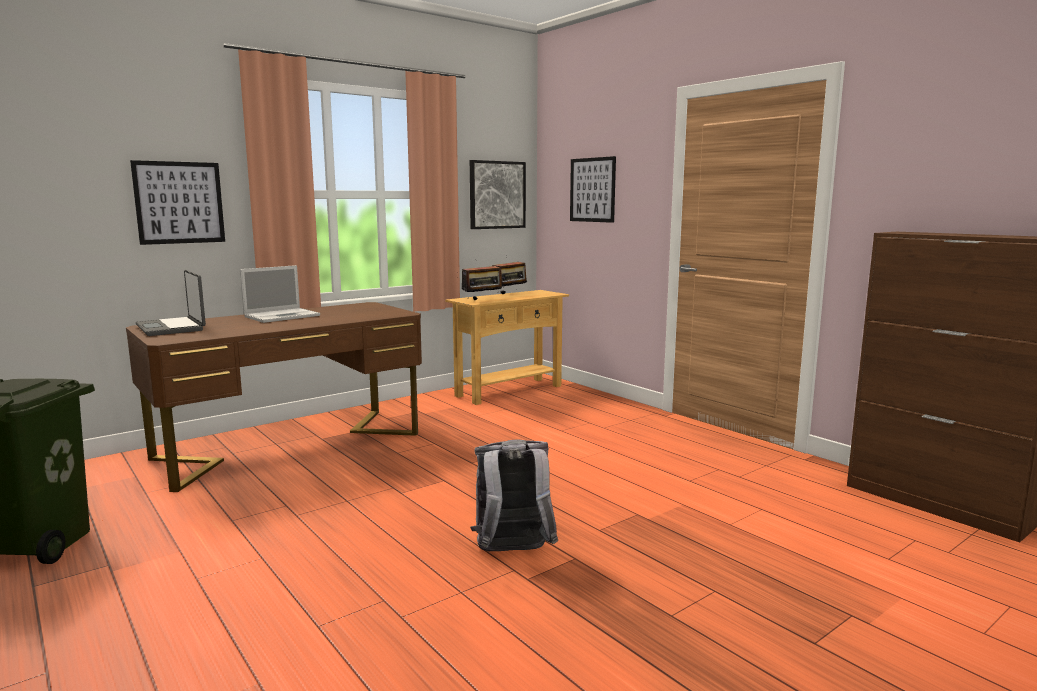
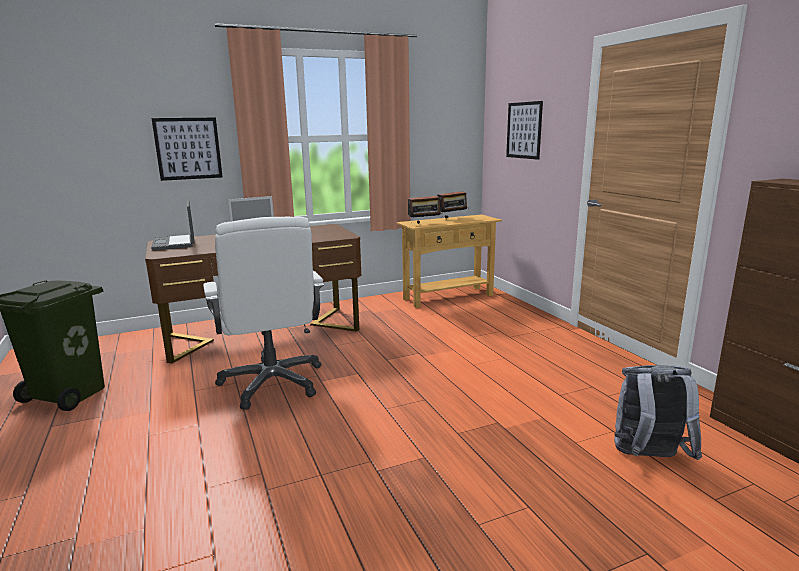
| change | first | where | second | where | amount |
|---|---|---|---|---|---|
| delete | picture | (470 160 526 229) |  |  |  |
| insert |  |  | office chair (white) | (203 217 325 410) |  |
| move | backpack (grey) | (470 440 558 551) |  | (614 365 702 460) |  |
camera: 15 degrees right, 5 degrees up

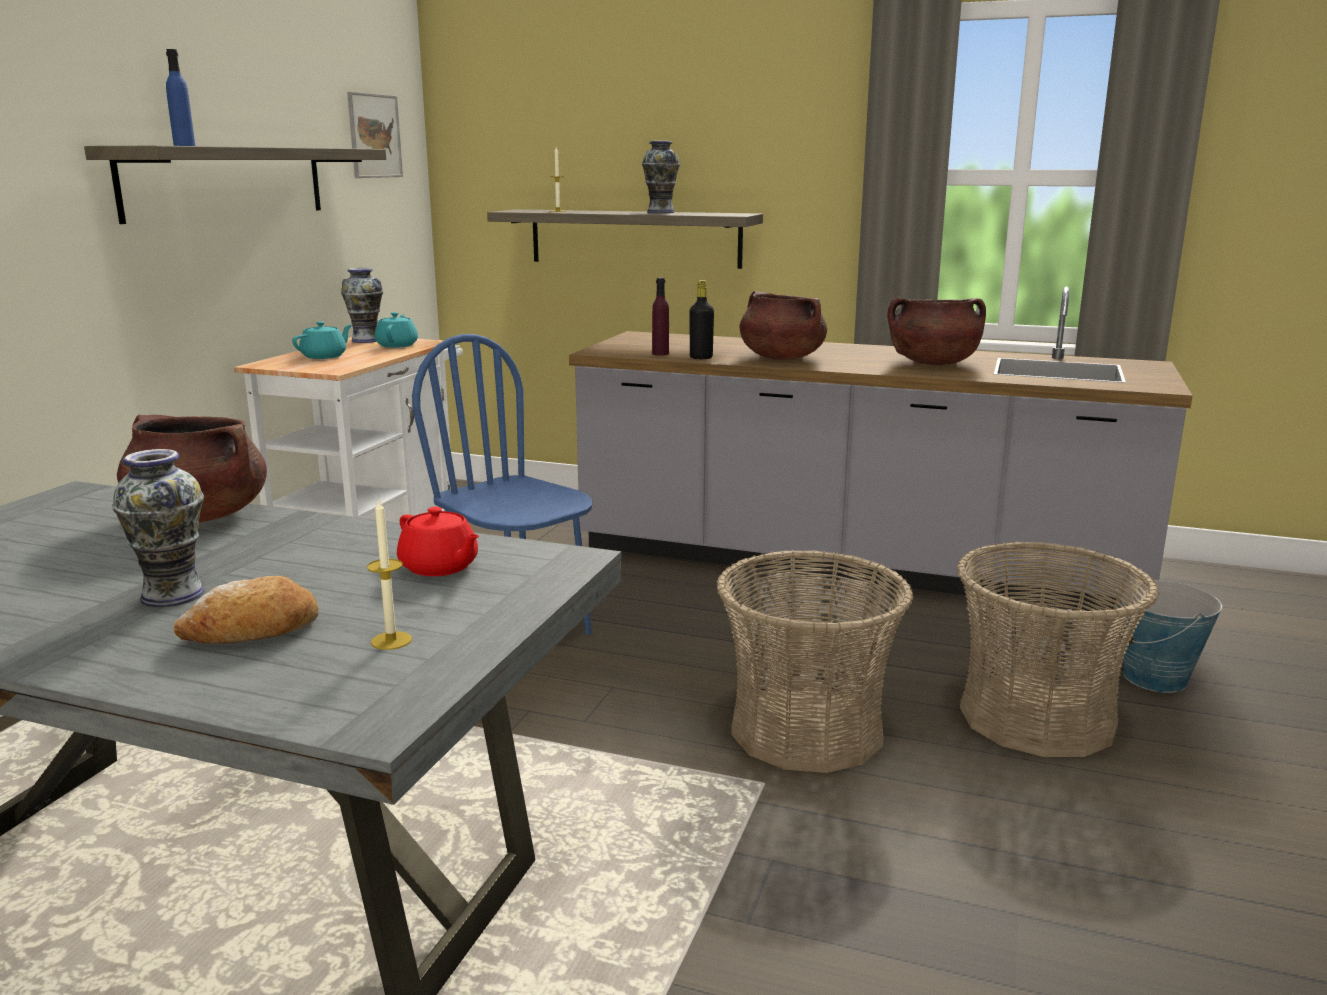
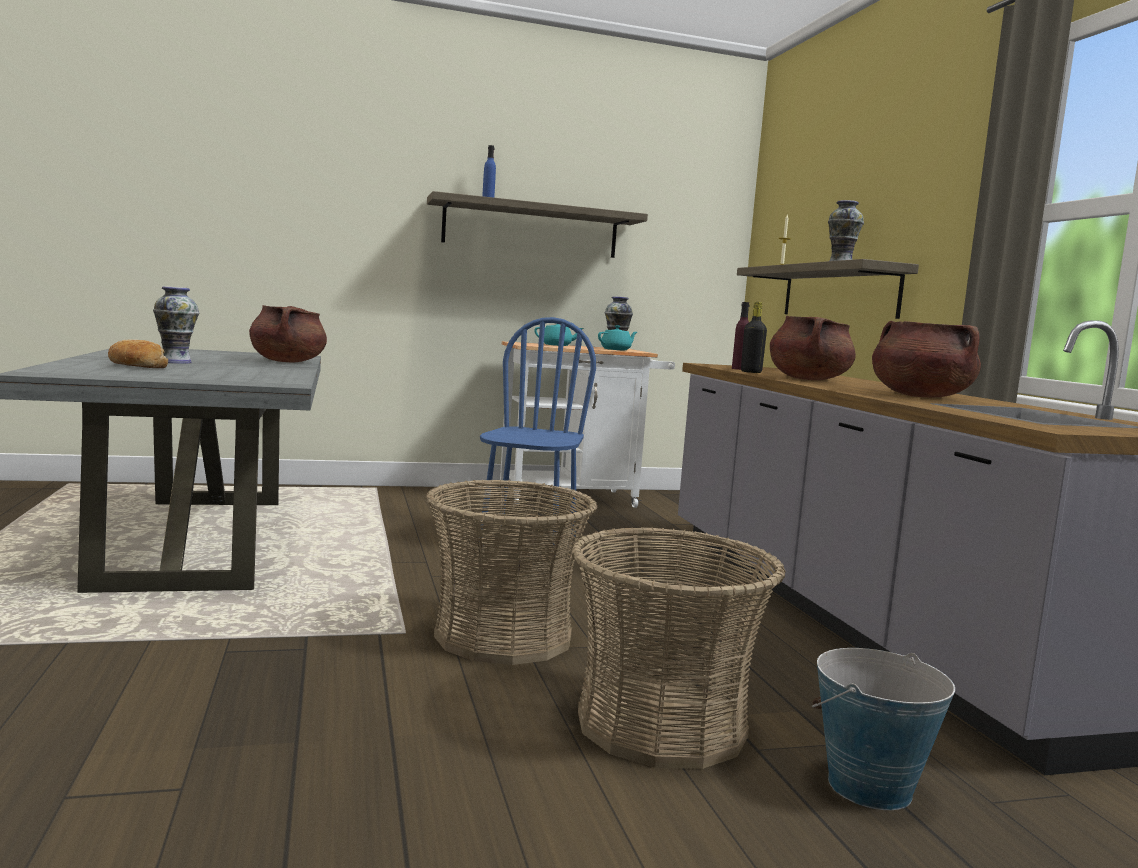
| change | first | where | second | where | amount |
|---|---|---|---|---|---|
| delete | picture | (347 92 403 178) |  |  |  |
| delete | candle | (367 498 412 650) |  |  |  |
| delete | teapot (red) | (397 507 479 576) |  |  |  |
camera: 55 degrees right, 10 degrees down

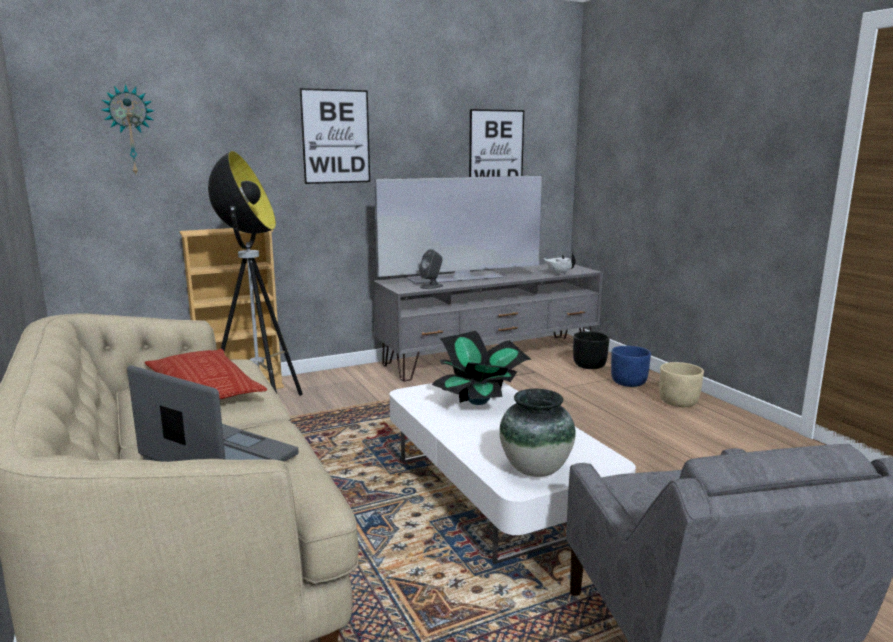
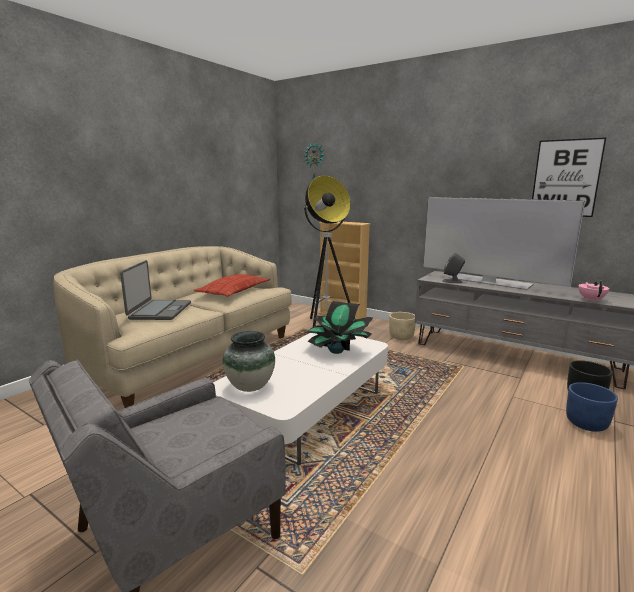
| change | first | where | second | where | amount |
|---|---|---|---|---|---|
| delete | picture | (299 88 370 184) |  |  |  |
| move | planter (beige) | (659 362 704 407) |  | (389 312 416 340) |  |
| recolor | teapot (white) | (543 253 576 275) | teapot (pink) | (578 281 610 302) |  |
camera: 60 degrees right, 0 degrees up

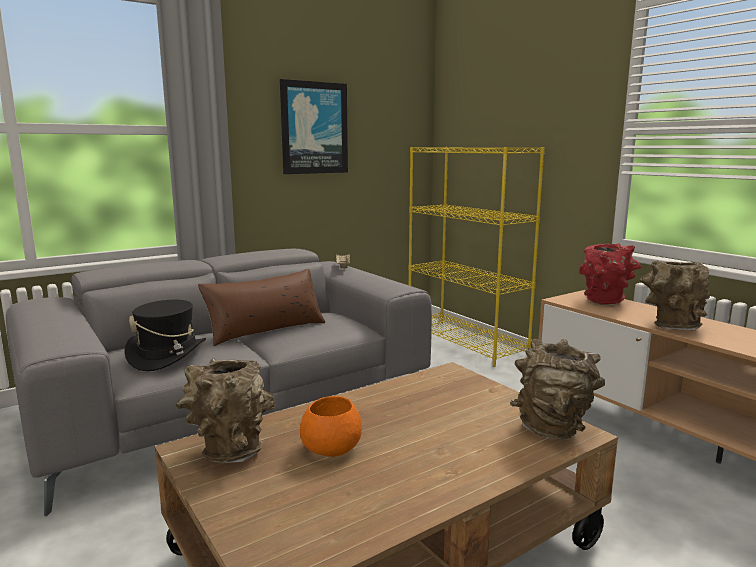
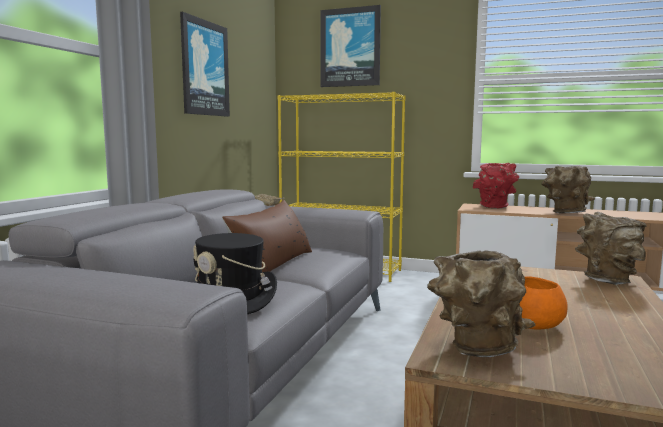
| change | first | where | second | where | amount |
|---|---|---|---|---|---|
| insert |  |  | picture | (320 5 381 87) |  |
camera: 35 degrees left, 5 degrees down

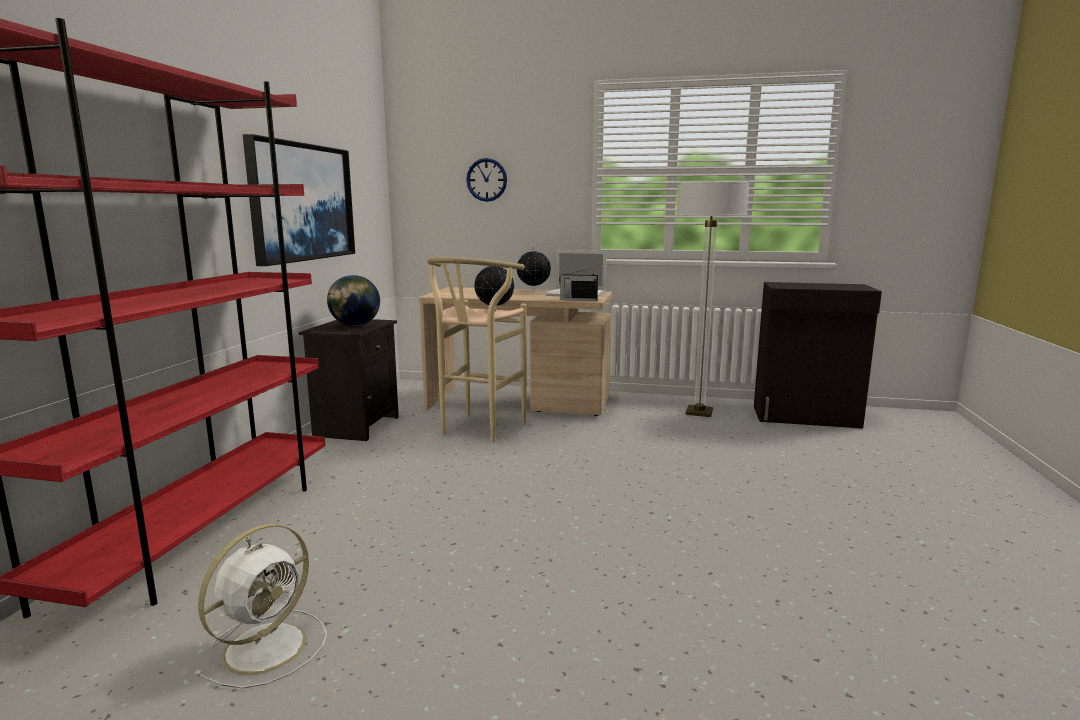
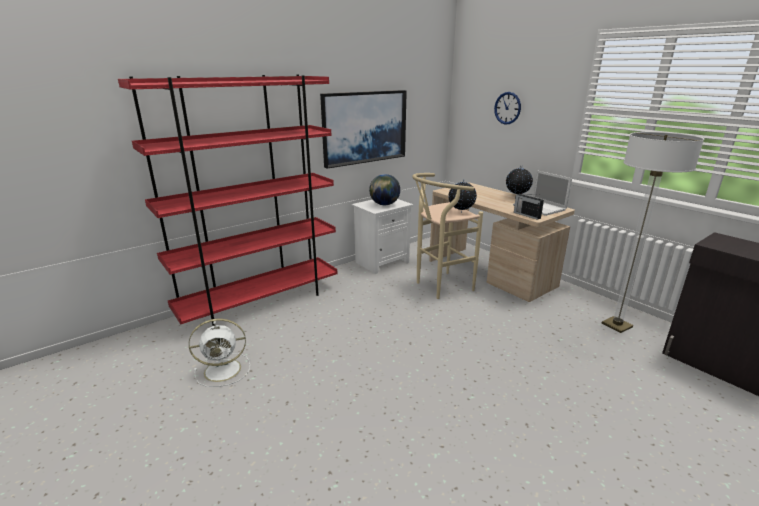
| change | first | where | second | where | amount |
|---|---|---|---|---|---|
| recolor | nightstand (black) | (299 319 399 441) | nightstand (white) | (351 199 413 274) |  |
camera: 40 degrees right, 10 degrees up

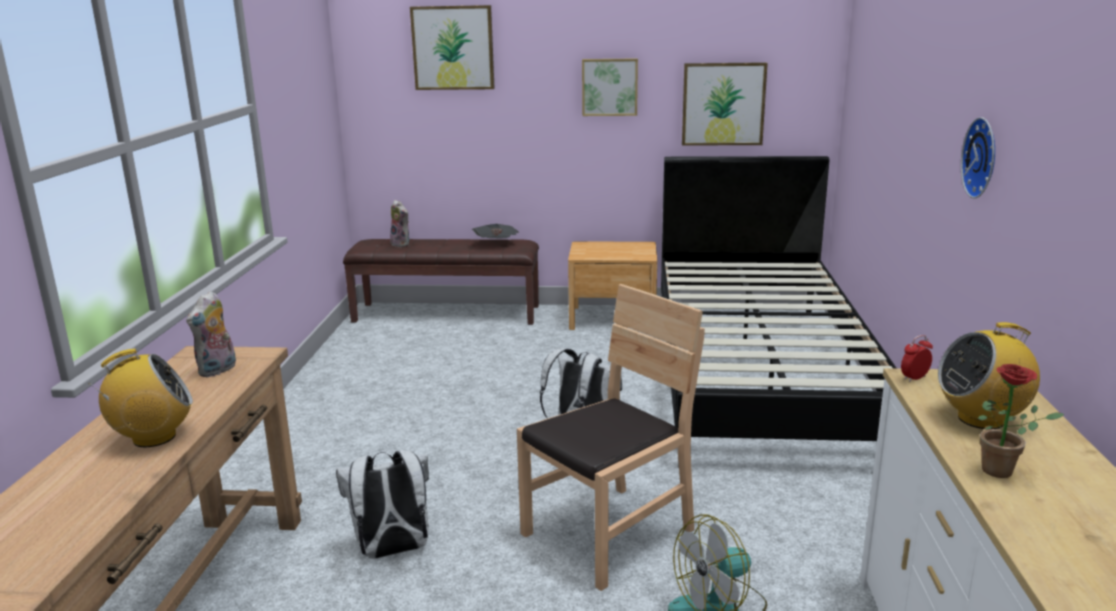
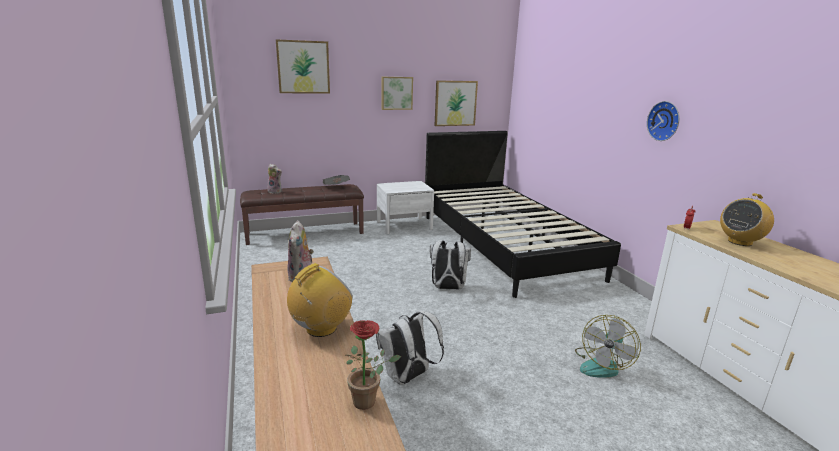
| change | first | where | second | where | amount |
|---|---|---|---|---|---|
| delete | chair (brown) | (517 284 705 591) |  |  |  |
| move | potted plant | (978 364 1065 478) |  | (345 320 401 410) |  |
| recolor | nightstand (brown) | (568 241 657 330) | nightstand (white) | (377 181 434 234) |  |
camera: 25 degrees left, 0 degrees up

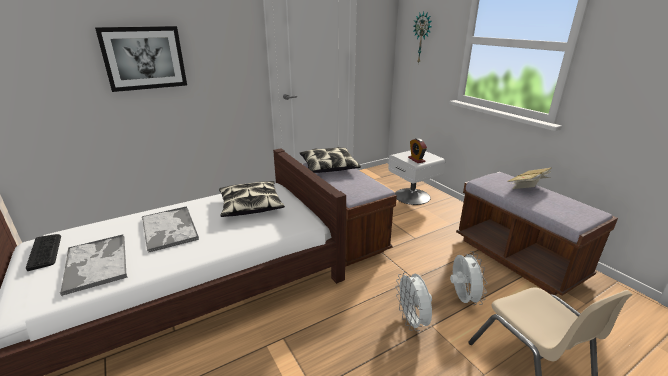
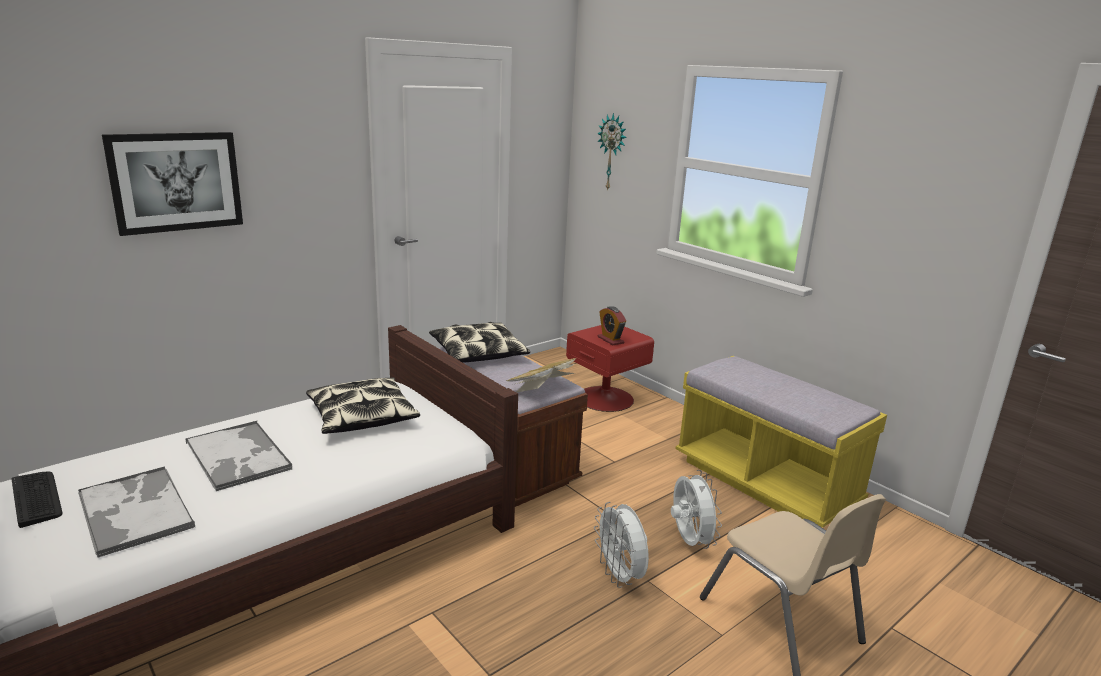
| change | first | where | second | where | amount |
|---|---|---|---|---|---|
| move | book | (507 168 551 189) |  | (506 358 576 393) |  |
| recolor | nightstand (white) | (388 150 445 205) | nightstand (red) | (566 325 654 412) |  |
| recolor | bench (brown) | (456 172 618 296) | bench (yellow) | (676 356 887 528) |  |
camera: 10 degrees left, 5 degrees down

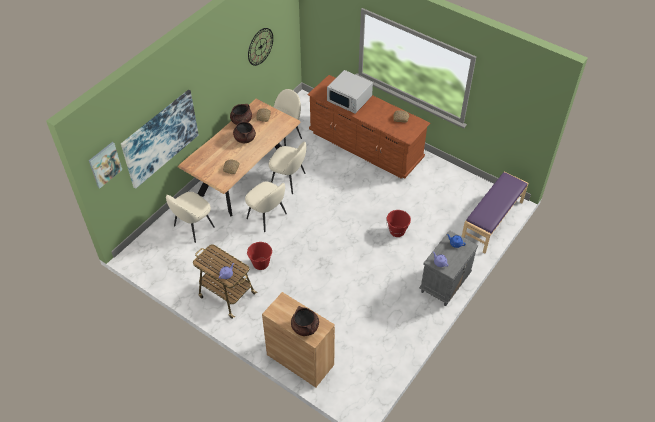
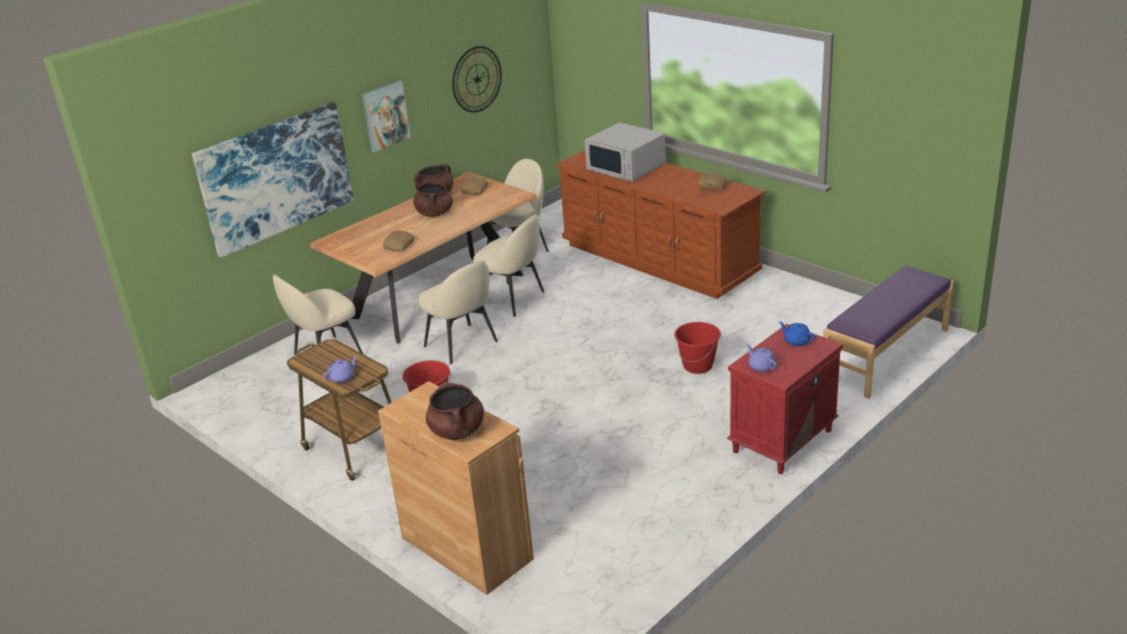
| change | first | where | second | where | amount |
|---|---|---|---|---|---|
| move | picture | (89 142 122 188) |  | (362 81 411 152) |  |
| recolor | nightstand (grey) | (419 230 478 306) | nightstand (red) | (727 324 843 474) |  |
camera: 10 degrees right, 20 degrees down

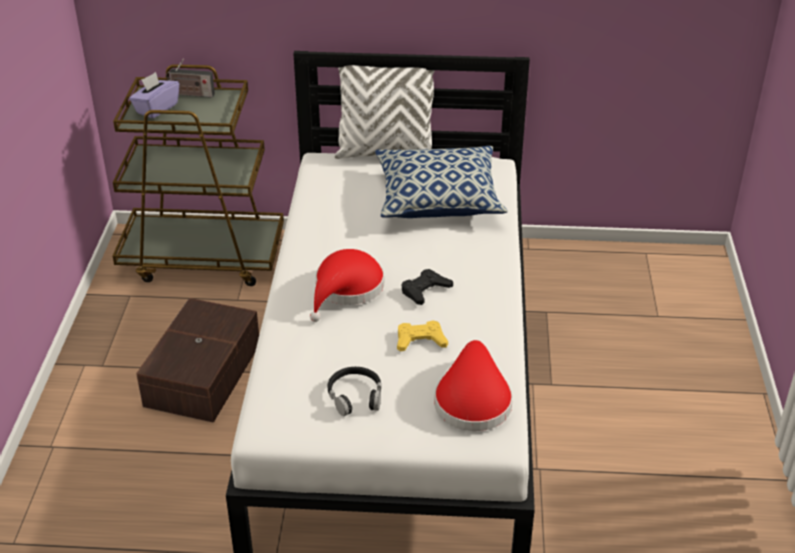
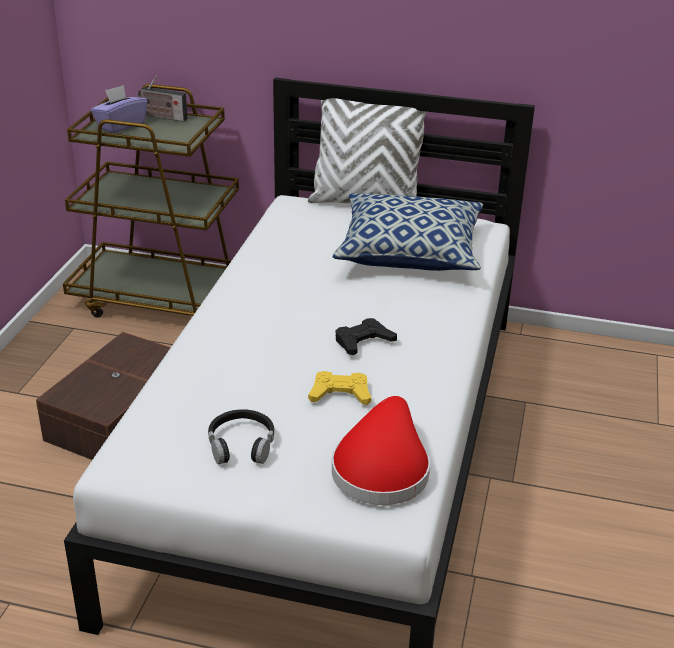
| change | first | where | second | where | amount |
|---|---|---|---|---|---|
| delete | hat (red) | (310 249 384 322) |  |  |  |
camera: 10 degrees right, 5 degrees down

